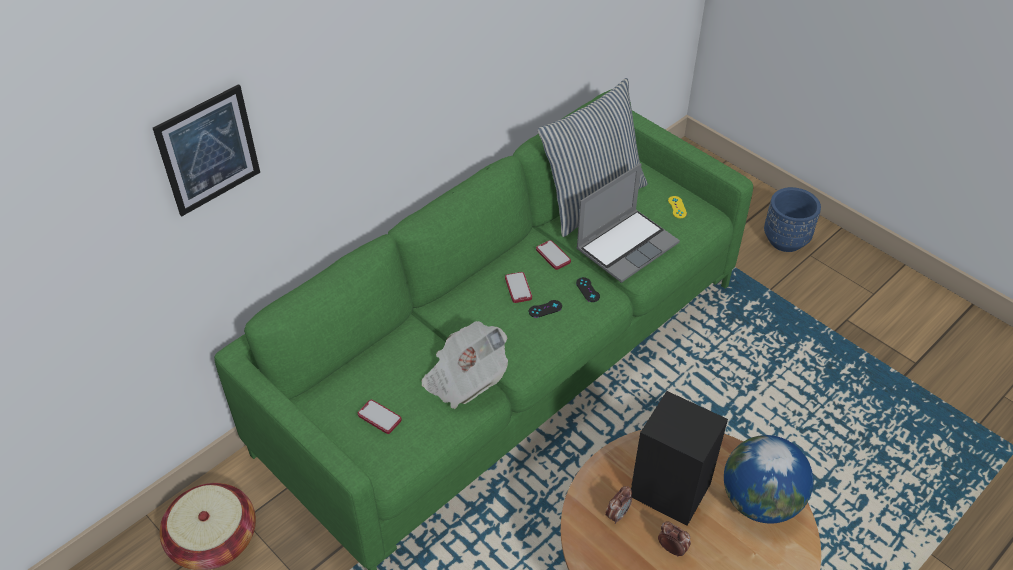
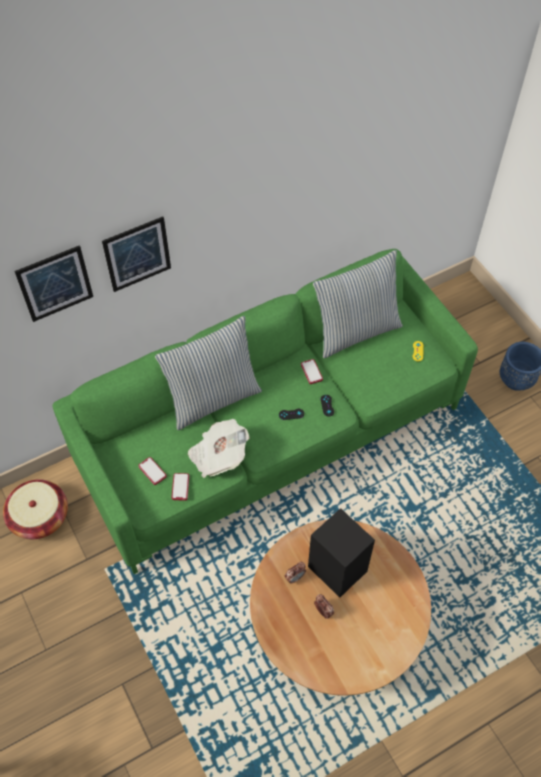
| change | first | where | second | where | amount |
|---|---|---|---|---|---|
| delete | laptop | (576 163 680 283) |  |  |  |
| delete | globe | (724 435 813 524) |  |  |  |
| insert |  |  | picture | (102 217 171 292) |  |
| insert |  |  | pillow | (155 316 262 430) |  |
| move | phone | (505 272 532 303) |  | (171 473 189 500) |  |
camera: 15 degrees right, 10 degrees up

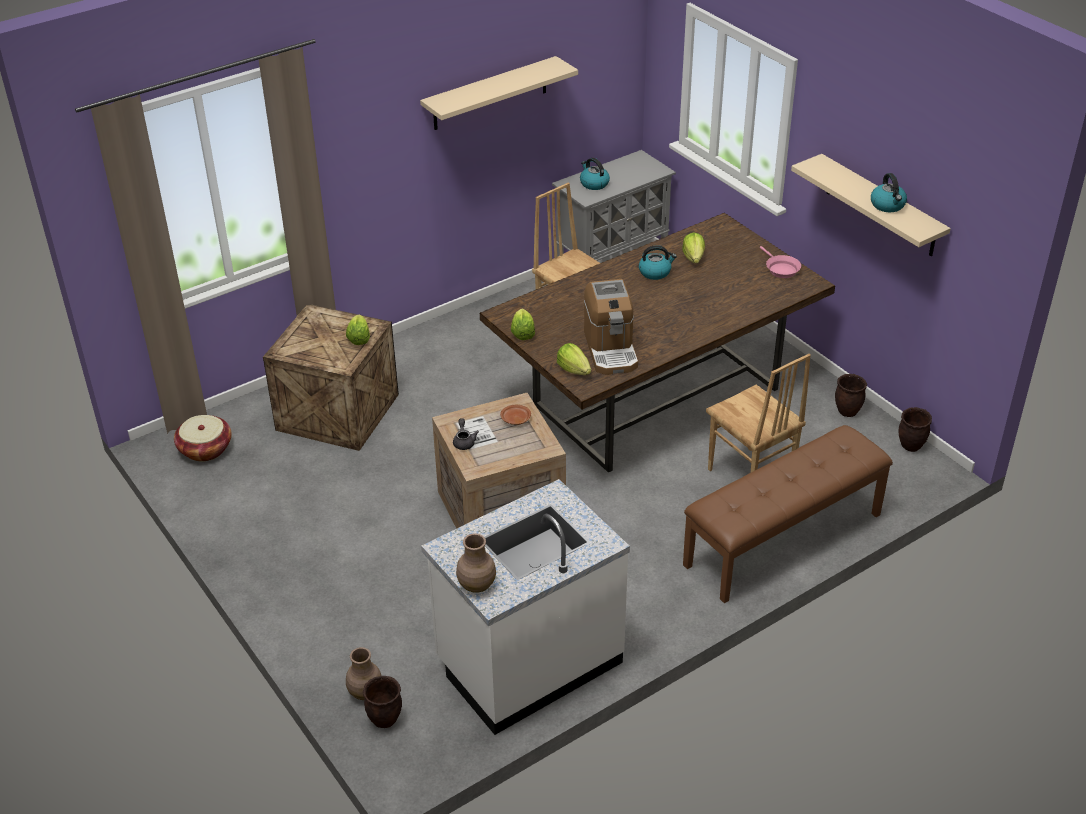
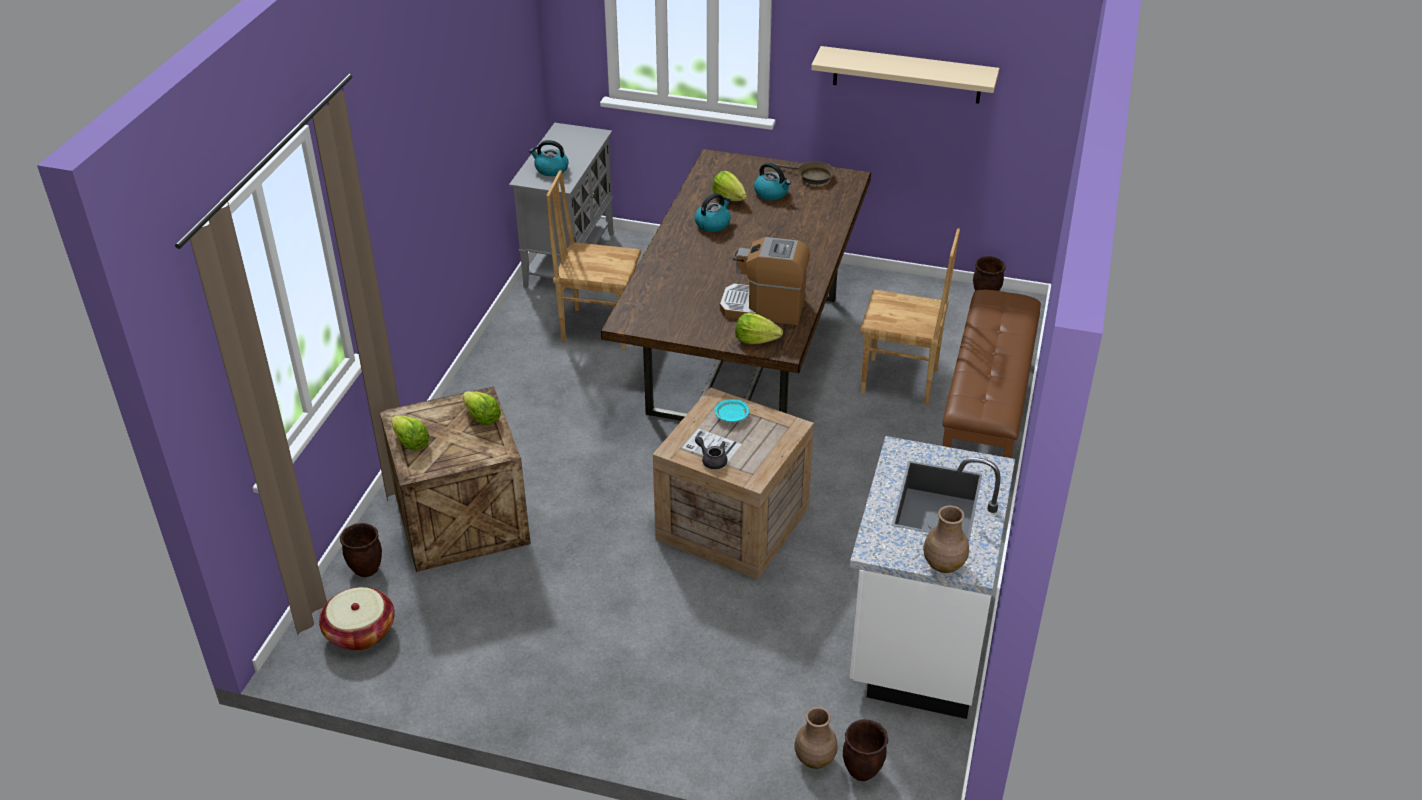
| change | first | where | second | where | amount |
|---|---|---|---|---|---|
| delete | shelf (beige) | (420 56 578 130) |  |  |  |
| move | lettuce | (511 309 535 340) |  | (391 416 430 450) |  |
| move | planter (brown) | (835 374 867 417) |  | (340 523 382 577) |  |
| move | kettle | (871 173 907 212) |  | (754 163 791 200) |  |
| recolor | plate (brown) | (500 405 531 425) | plate (turquoise) | (715 399 749 422) |  |
| recolor | frying pan (pink) | (760 246 801 278) | frying pan (brown) | (775 161 835 185) |  |
| rotate | coffee machine | (584 279 638 375) |  | (720 237 810 325) | 150 degrees clockwise |
camera: 40 degrees left, 0 degrees up

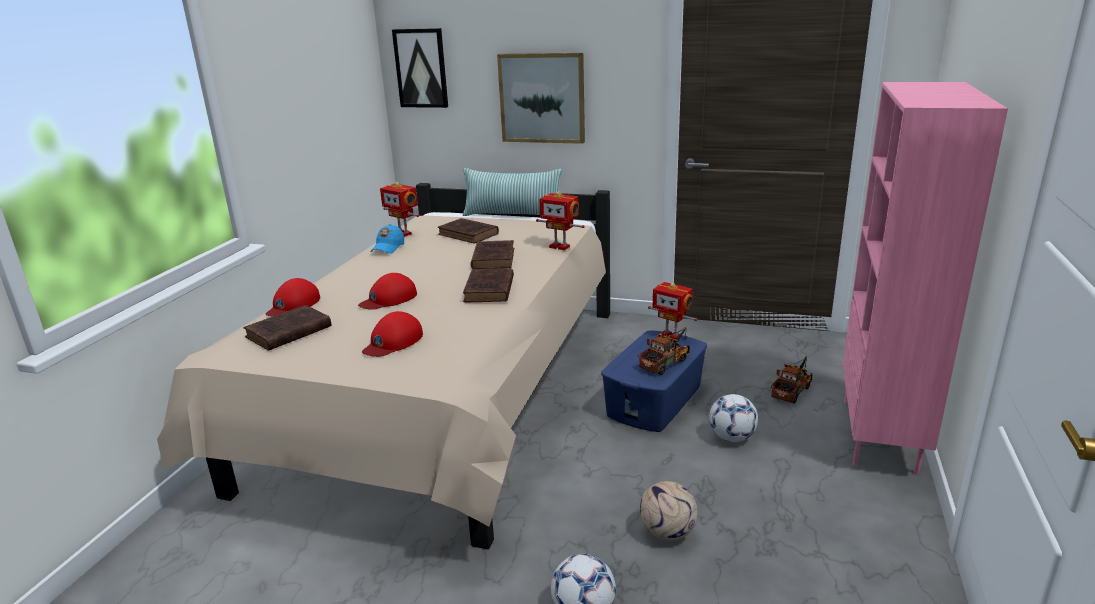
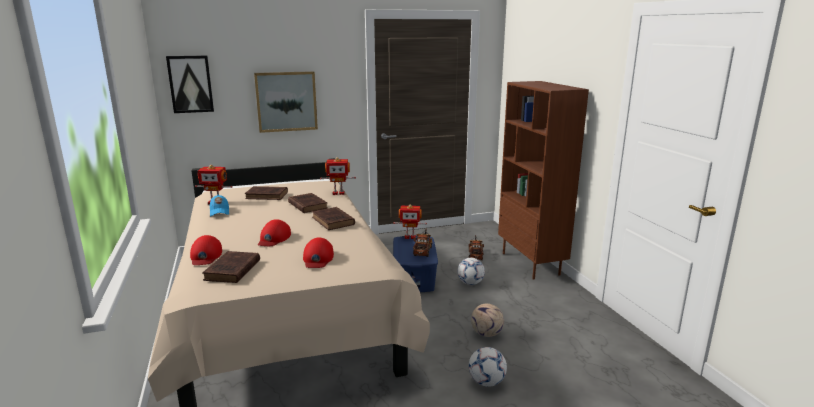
| change | first | where | second | where | amount |
|---|---|---|---|---|---|
| delete | pillow | (463 168 562 216) |  |  |  |
| recolor | bookcase (pink) | (842 82 1008 475) | bookcase (brown) | (498 81 589 280) |  |
camera: 35 degrees left, 5 degrees down

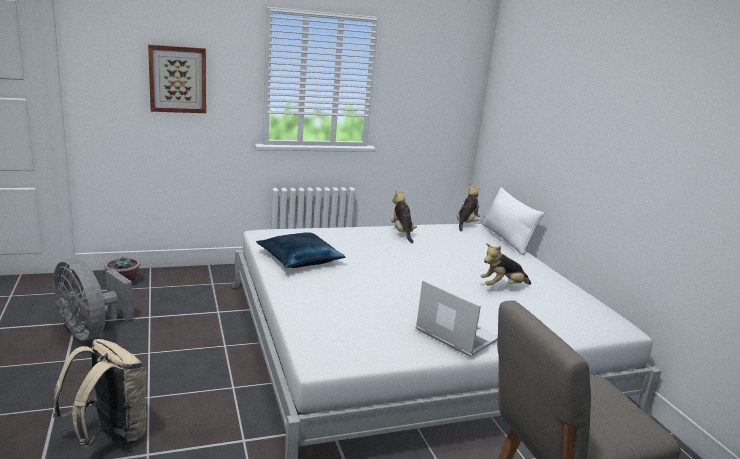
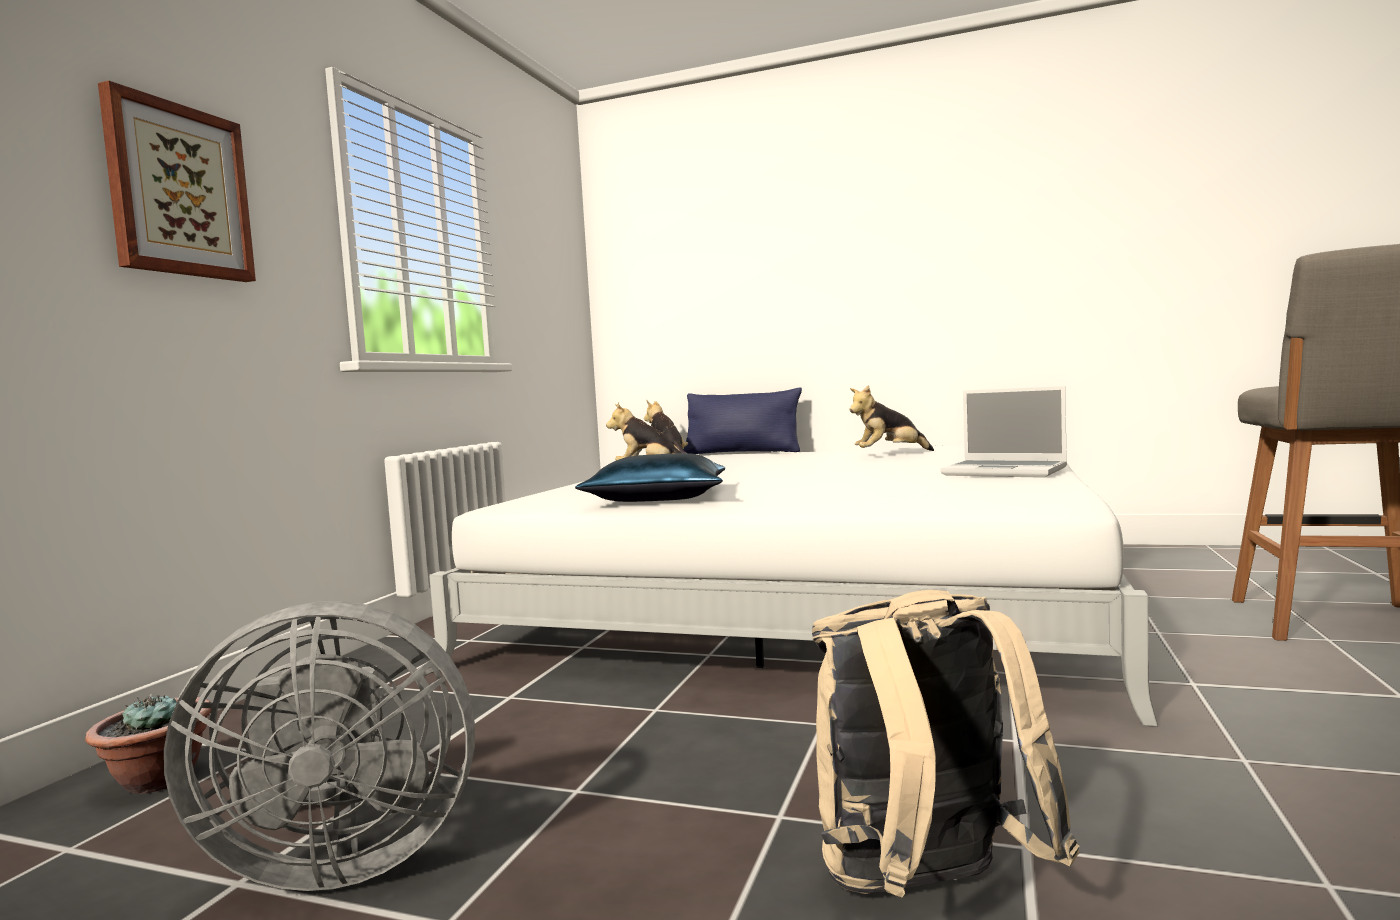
| change | first | where | second | where | amount |
|---|---|---|---|---|---|
| recolor | pillow (white) | (482 187 545 255) | pillow (blue) | (683 387 802 454) |  |
| rotate | laptop | (416 280 498 357) |  | (940 386 1067 478) | 135 degrees counterclockwise |
| rotate | plush toy | (480 243 531 286) |  | (850 385 934 451) | 60 degrees clockwise |
camera: 50 degrees left, 15 degrees down

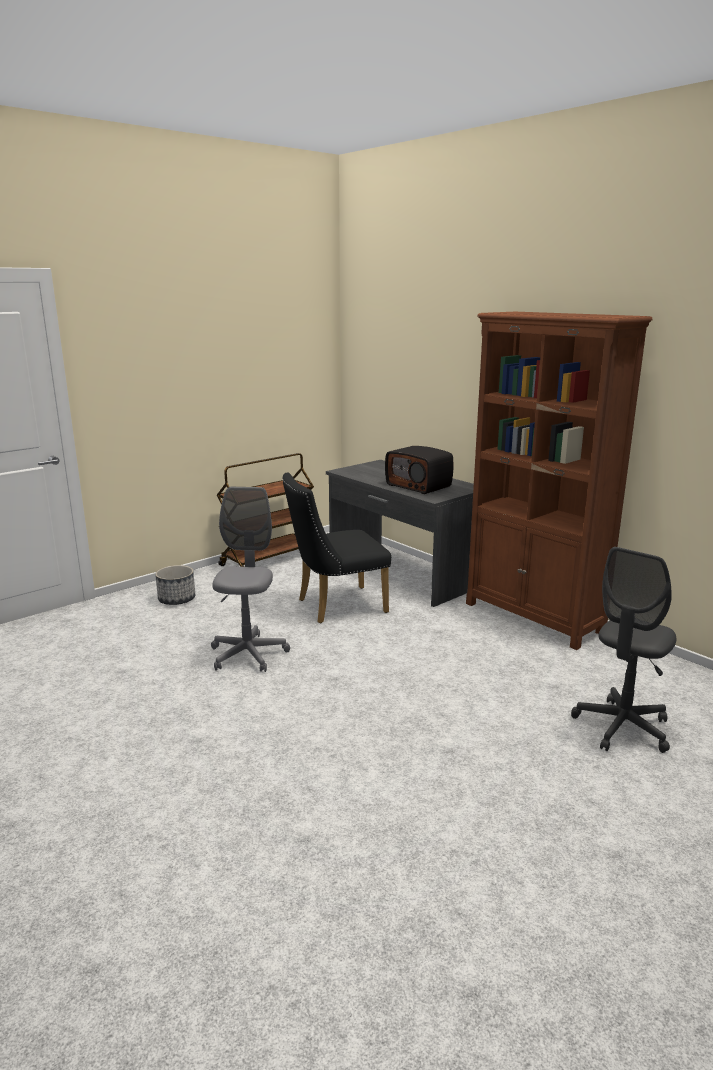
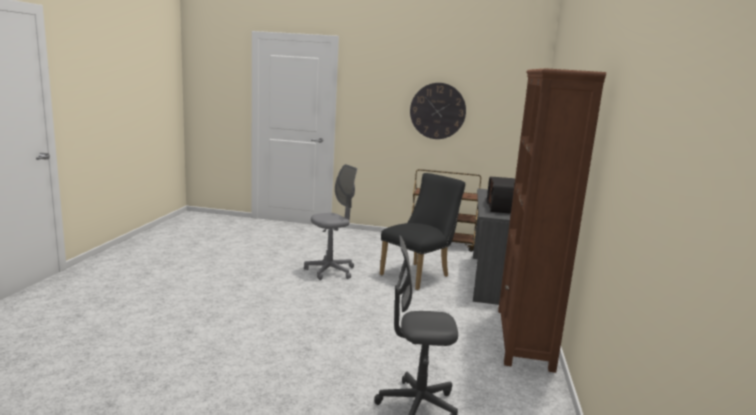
| change | first | where | second | where | amount |
|---|---|---|---|---|---|
| delete | planter | (155 565 195 605) |  |  |  |
| insert |  |  | wall clock | (410 83 466 139) |  |
| rotate | chair (black) | (282 472 391 623) |  | (380 173 466 290) | 105 degrees clockwise |
camera: 50 degrees right, 5 degrees down

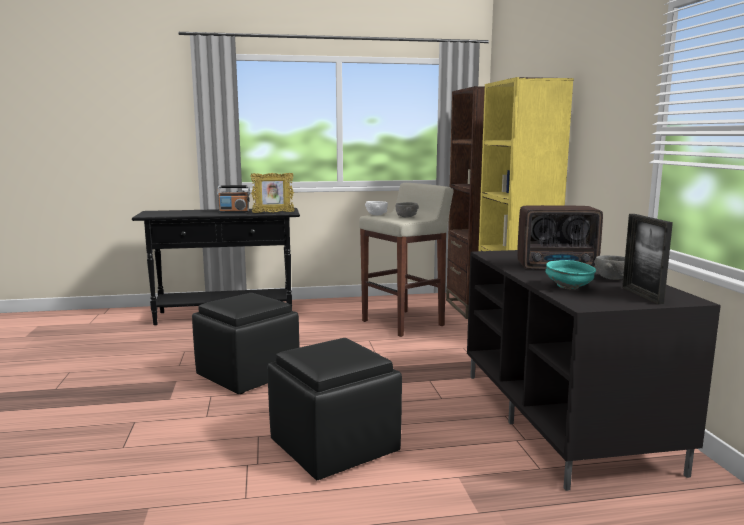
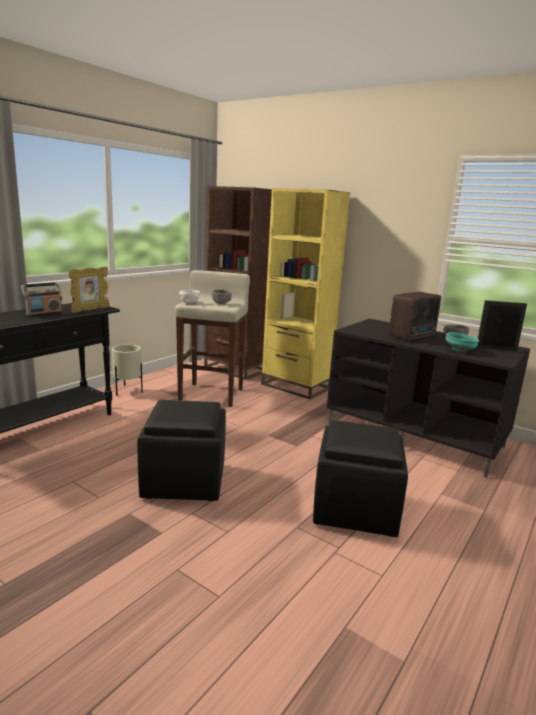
| change | first | where | second | where | amount |
|---|---|---|---|---|---|
| insert |  |  | planter (beige) | (112 345 143 396) |  |
| rotate | picture frame | (622 214 673 304) |  | (477 300 527 351) | 150 degrees clockwise |
camera: 45 degrees left, 5 degrees up

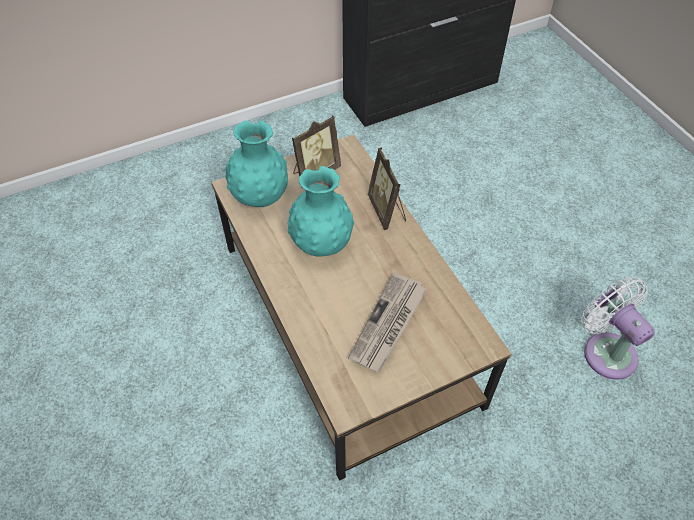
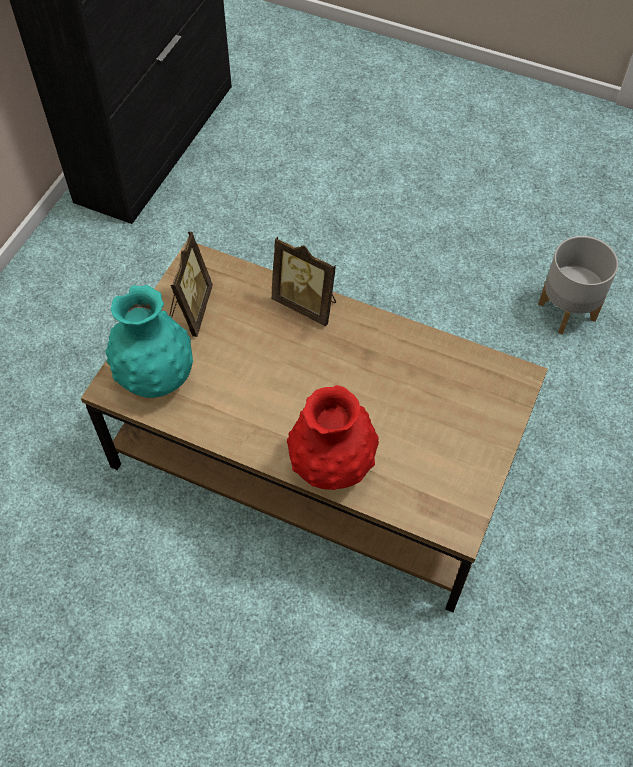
| change | first | where | second | where | amount |
|---|---|---|---|---|---|
| delete | vase (turquoise) | (287 166 354 257) |  |  |  |
| delete | newspaper | (348 273 427 372) |  |  |  |
| insert |  |  | vase (red) | (287 385 379 490) |  |
| replace | fan (white) | (581 277 655 380) | planter (grey) | (538 236 618 335) |  |
camera: 40 degrees left, 5 degrees up

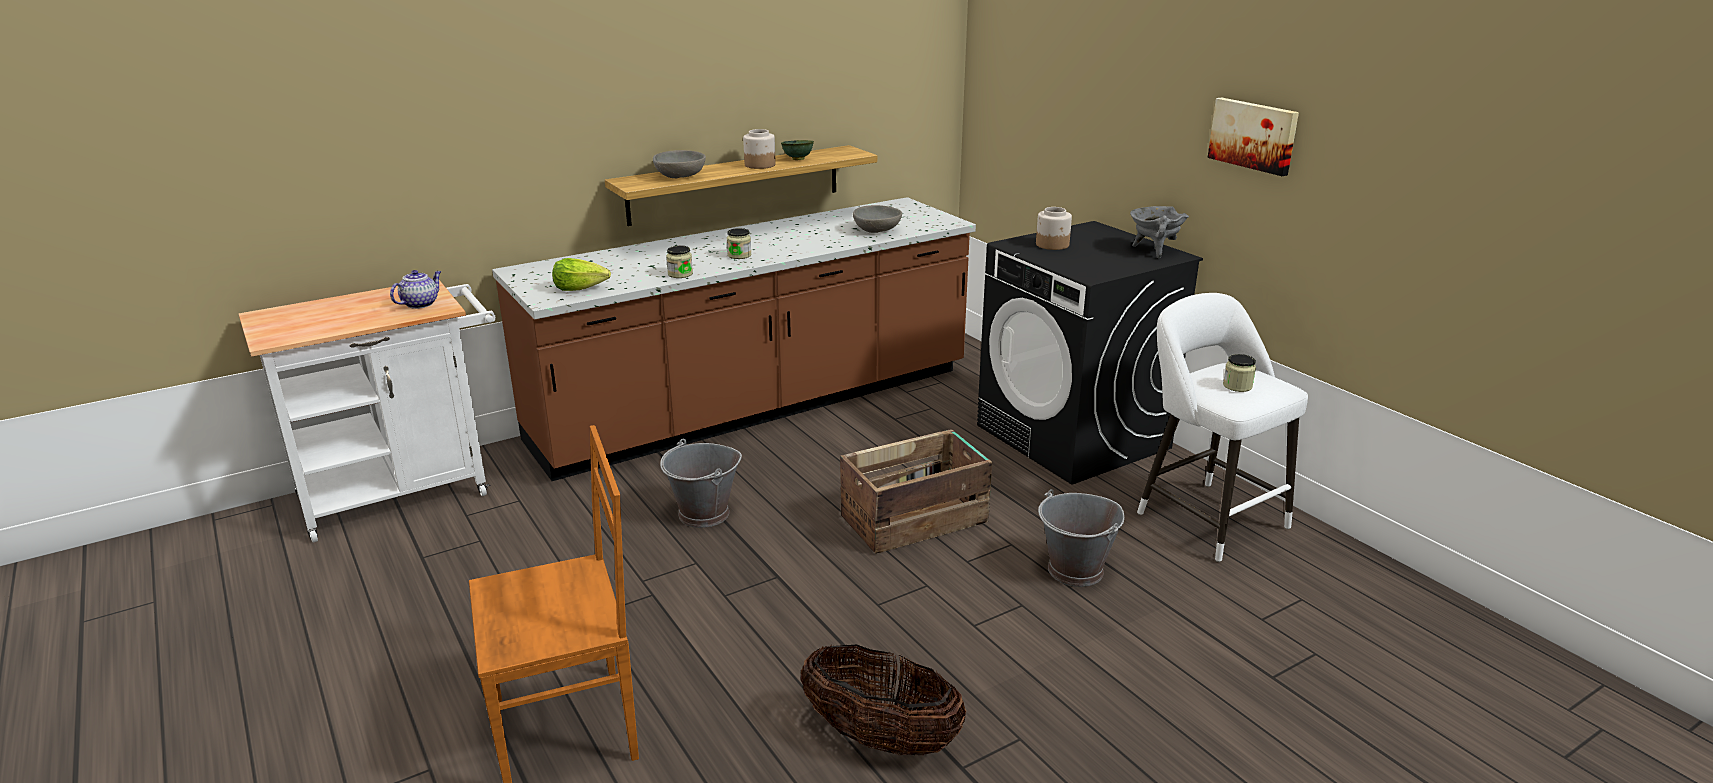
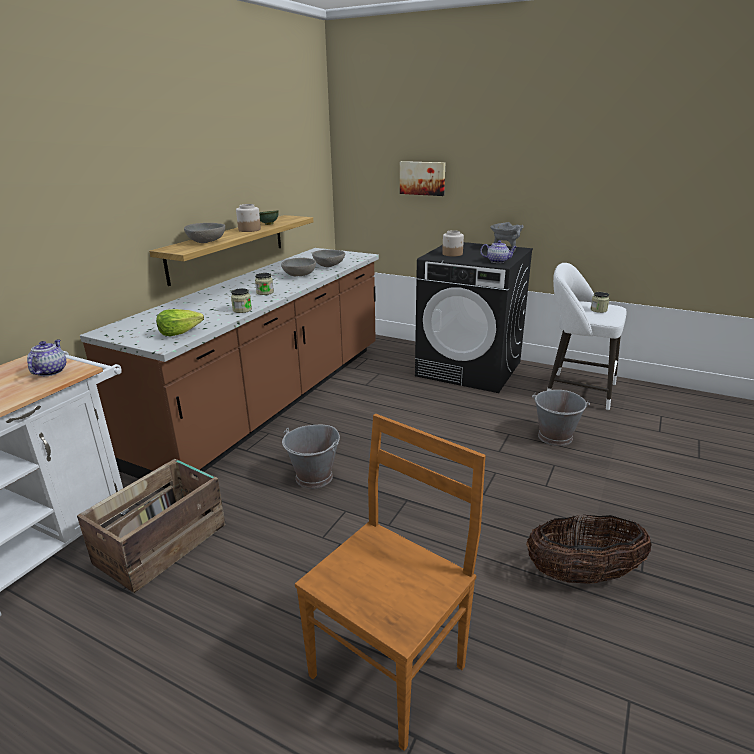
| change | first | where | second | where | amount |
|---|---|---|---|---|---|
| insert |  |  | bowl (grey) | (281 258 316 277) |  |
| insert |  |  | teapot | (480 240 517 263) |  |
| move | crate | (840 429 992 554) |  | (77 459 226 593) |  |
| move | picture | (1207 97 1299 176) |  | (400 161 445 196) |  |
camera: 30 degrees left, 0 degrees up

